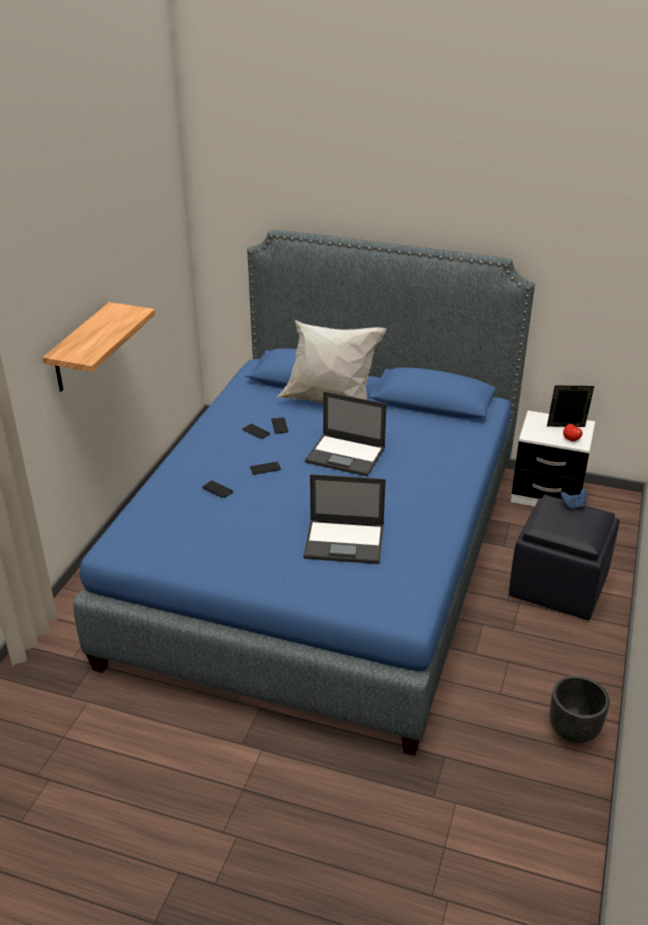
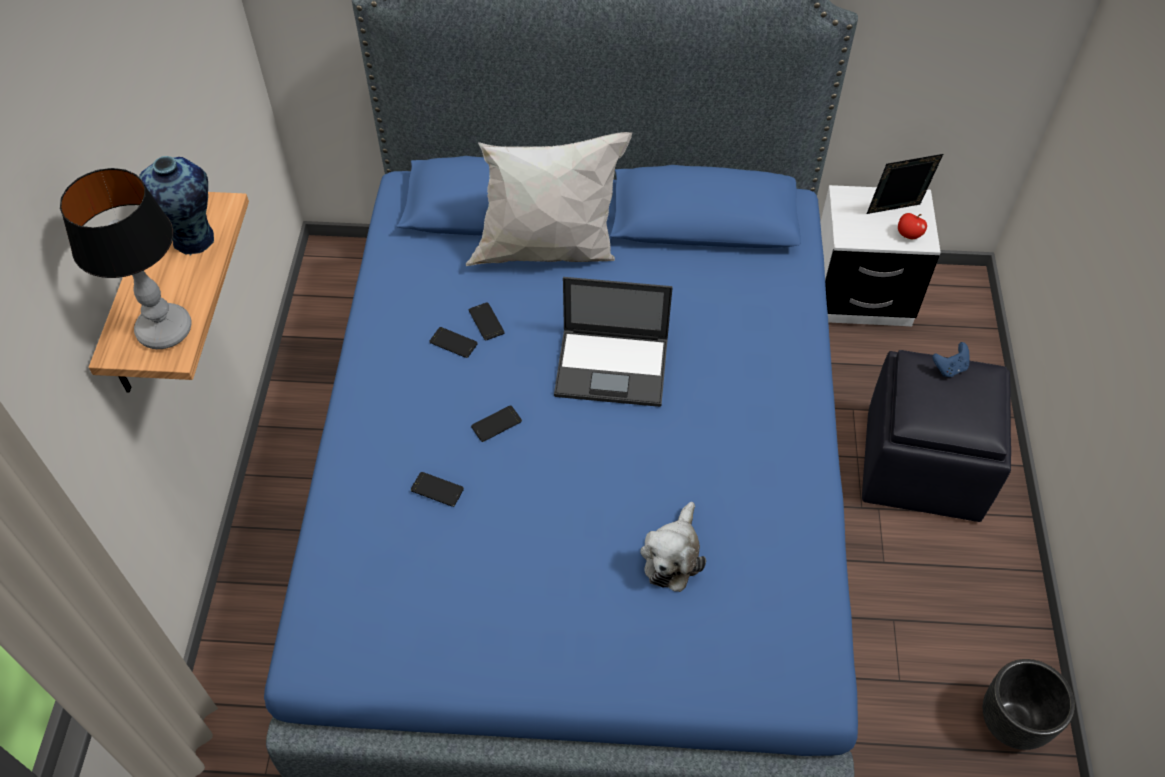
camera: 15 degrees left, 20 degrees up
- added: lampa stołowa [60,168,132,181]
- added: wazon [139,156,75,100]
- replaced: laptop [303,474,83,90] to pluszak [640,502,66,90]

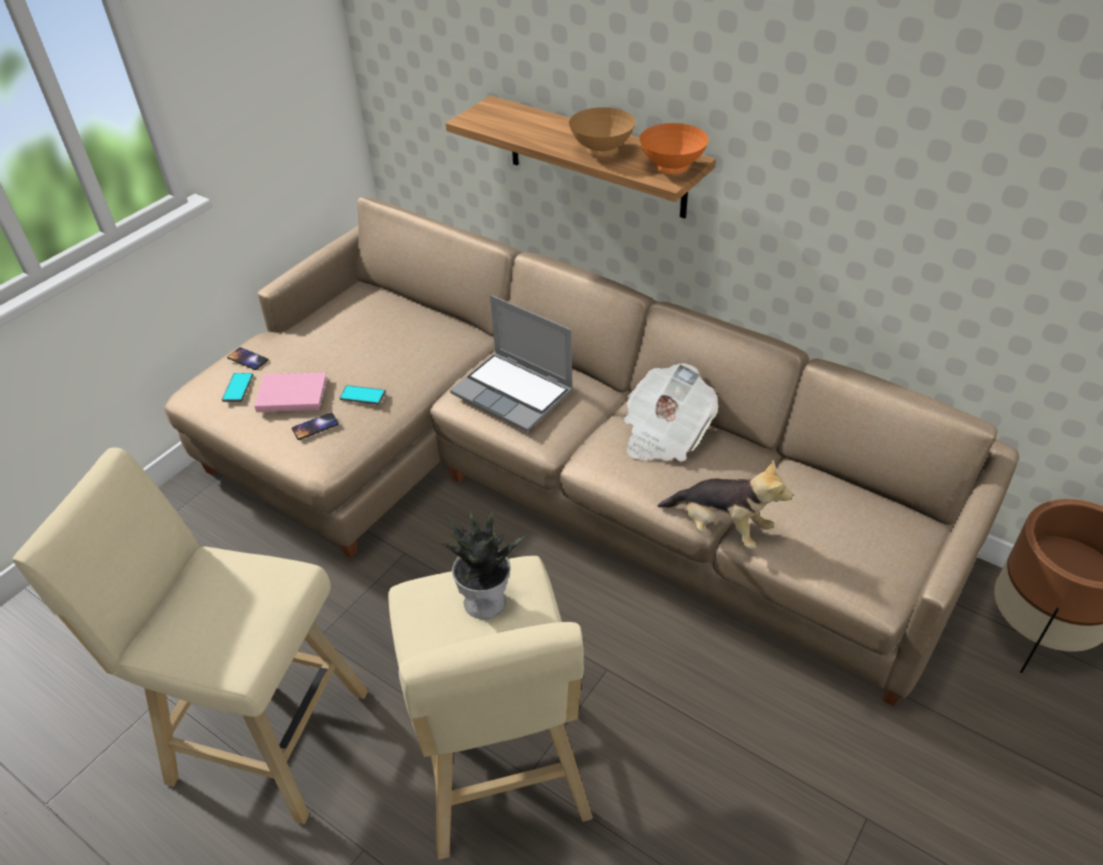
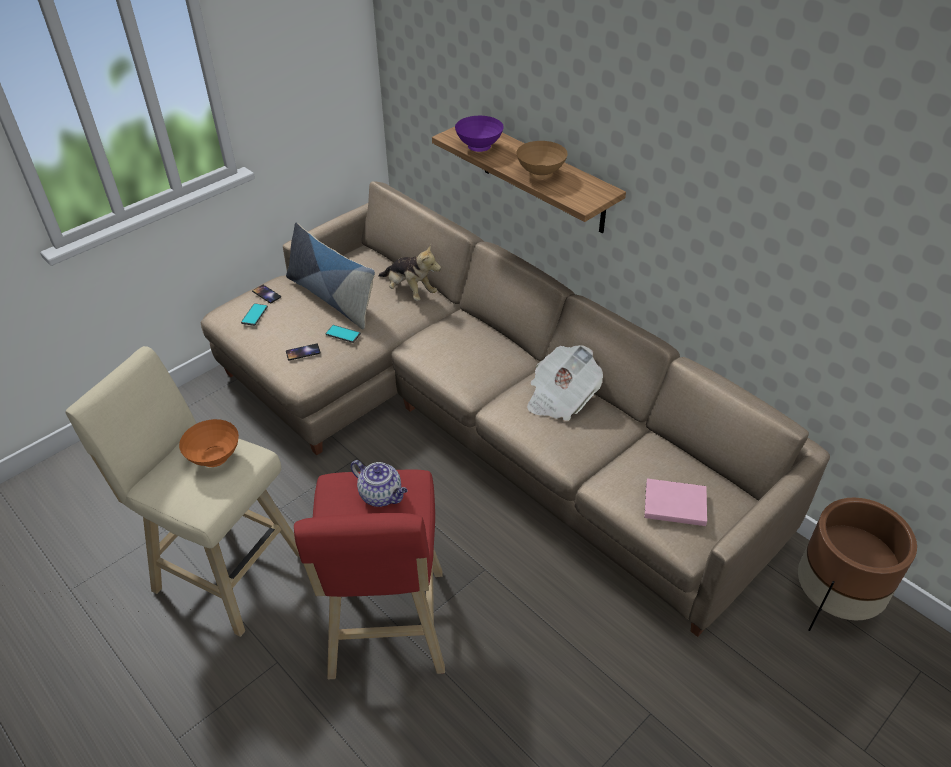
camera: 10 degrees right, 0 degrees up
- moved: miska (pomarańczowy) [640,123,69,51] to [179,419,60,48]
- added: poduszka [286,222,89,107]
- recoloured: stołek (beżowy) [388,556,205,304] to stołek (czerwony) [294,470,151,209]
- replaced: roślina doniczkowa [439,508,90,111] to imbryk [351,460,57,47]
- moved: pluszak [657,459,136,90] to [378,244,63,57]
- added: miska (fioletowy) [455,116,49,36]
- moved: książka (różowy) [254,372,74,40] to [644,479,63,47]
- removed: laptop [450,295,123,137]

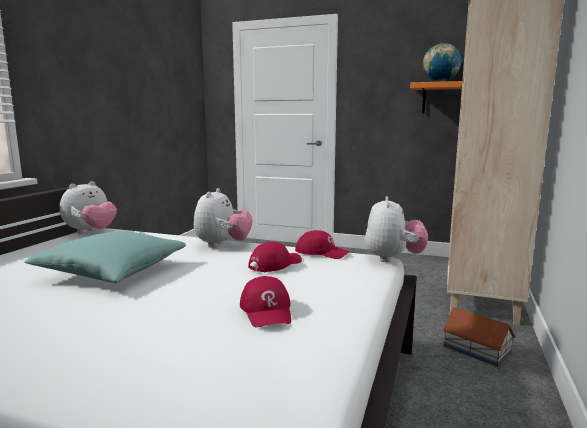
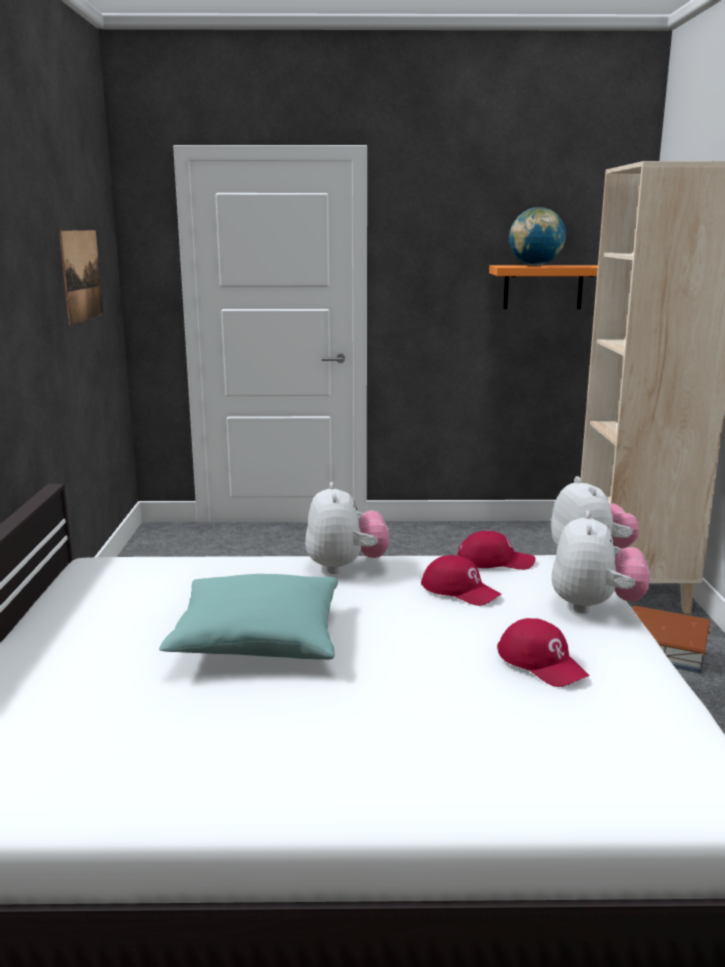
camera: 20 degrees left, 5 degrees up
- added: obraz [59,230,44,95]
- turned: czapka z daszkiem (czerwony) [248,242,54,30] = [421,555,80,51] 105 degrees clockwise
- moved: pluszak [60,181,57,52] to [552,510,98,103]

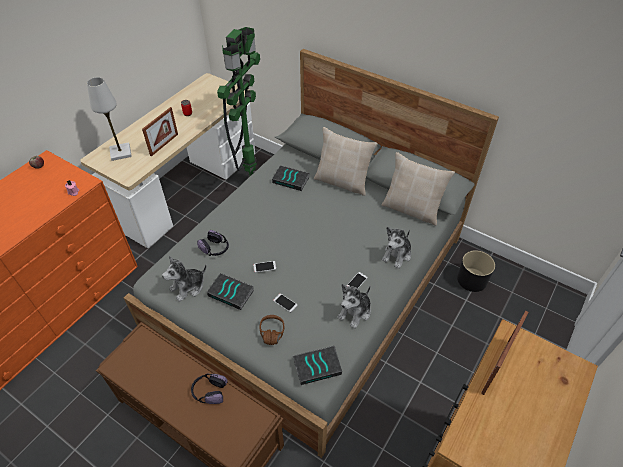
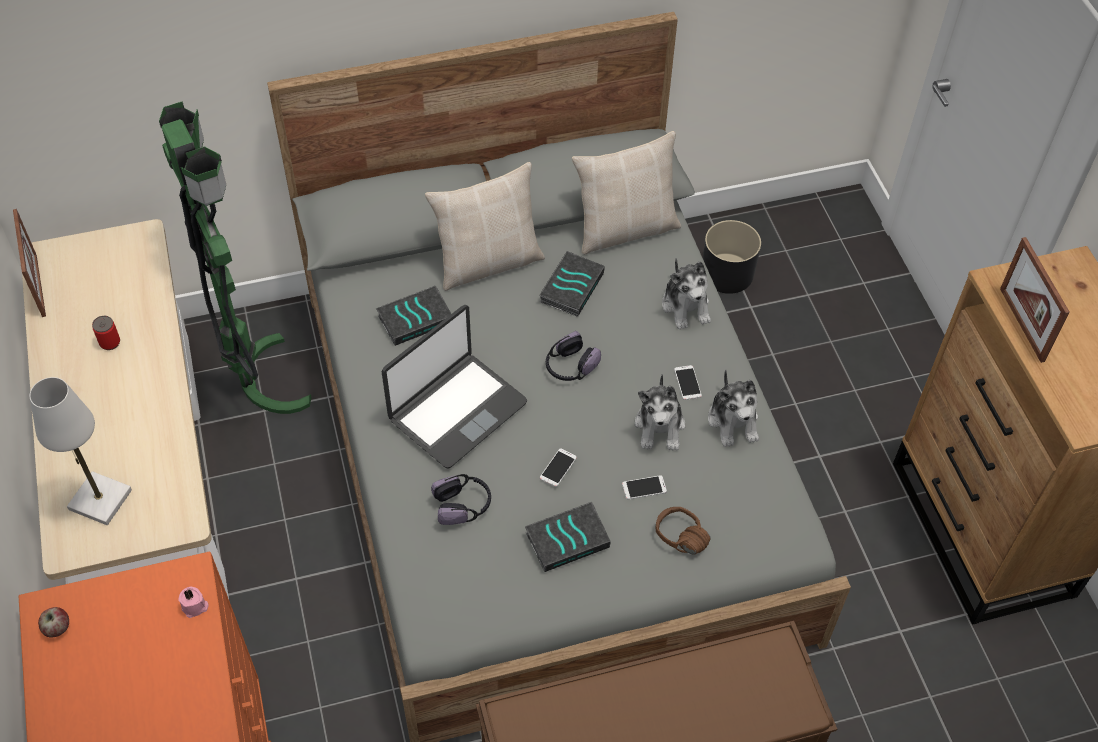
camera: 50 degrees left, 5 degrees up
- moved: ramka na zdjęcie [142,107,36,49] to [13,209,33,108]
- added: laptop [381,305,146,164]
- moved: książka [293,346,49,39] to [540,251,65,66]
- moved: słuchawki [191,374,37,30] to [546,331,55,50]
- moved: pluszak [162,256,45,46] to [634,374,52,77]

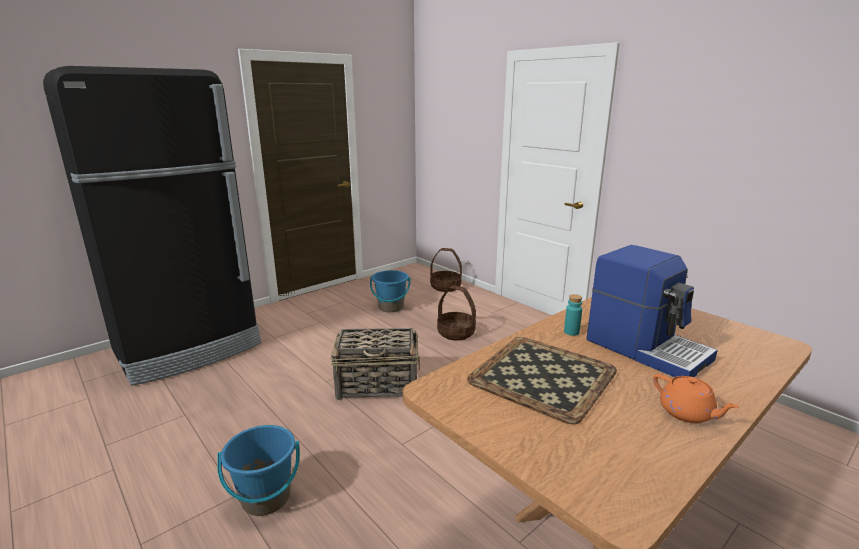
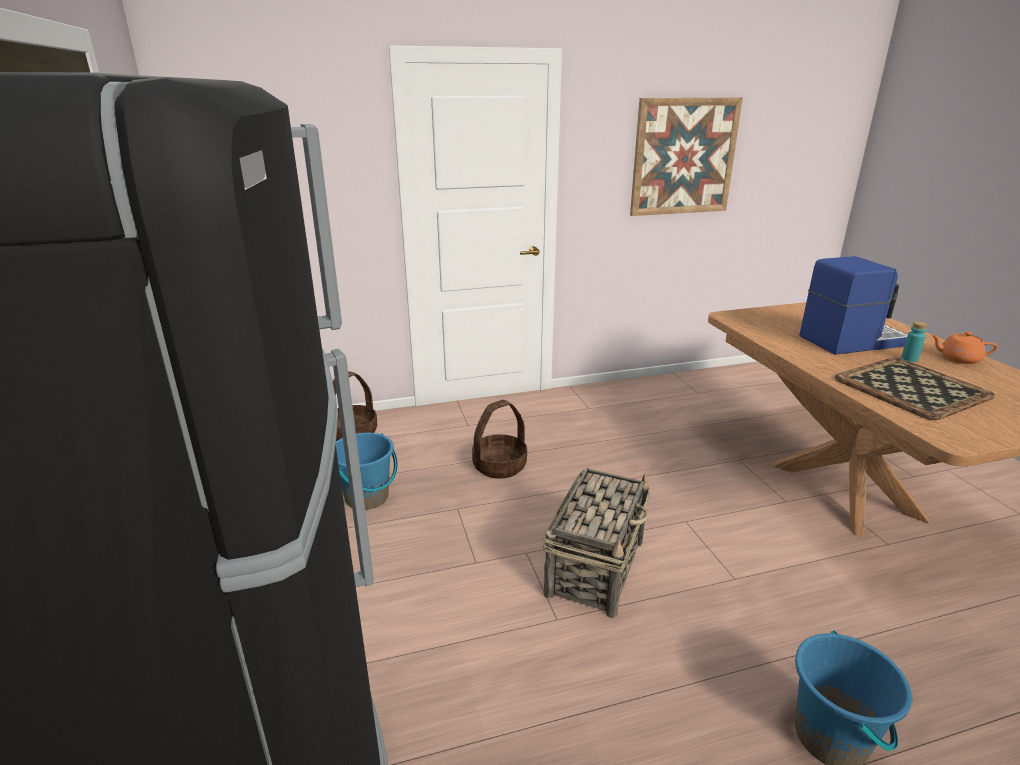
camera: 65 degrees left, 5 degrees up
- added: obraz [630,98,113,118]
- moved: butelka (turkusowy) [564,294,18,42] to [901,321,26,41]
- turned: imbryk (pomarańczowy) [653,374,86,49] = [930,332,68,32] 150 degrees counterclockwise

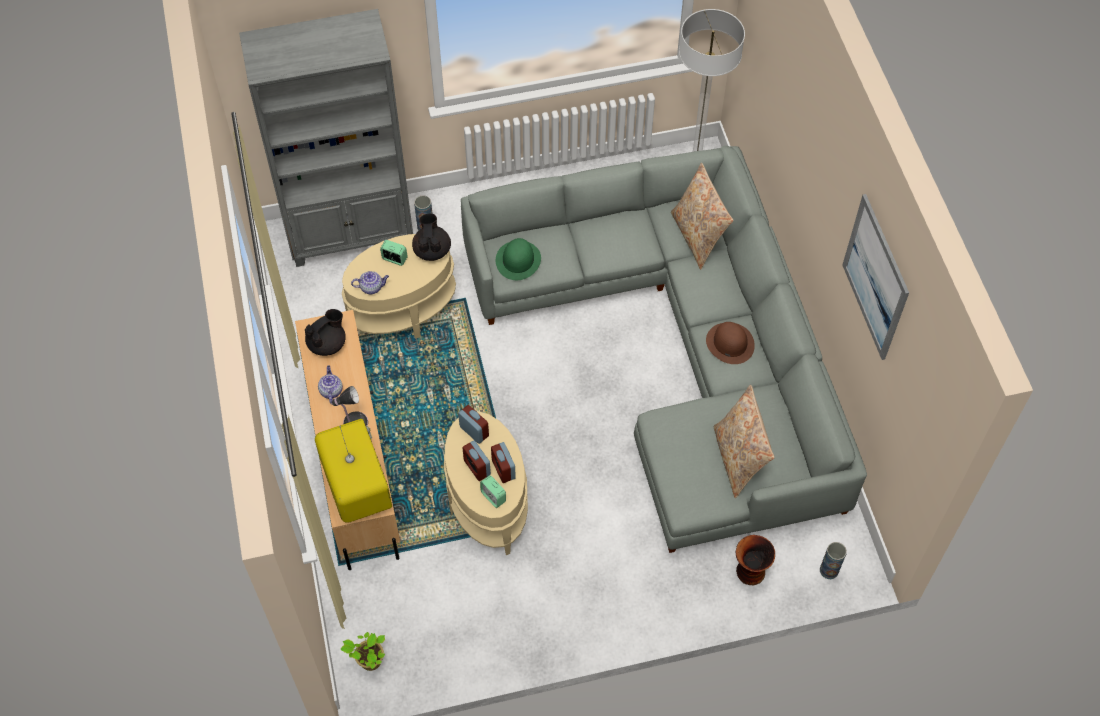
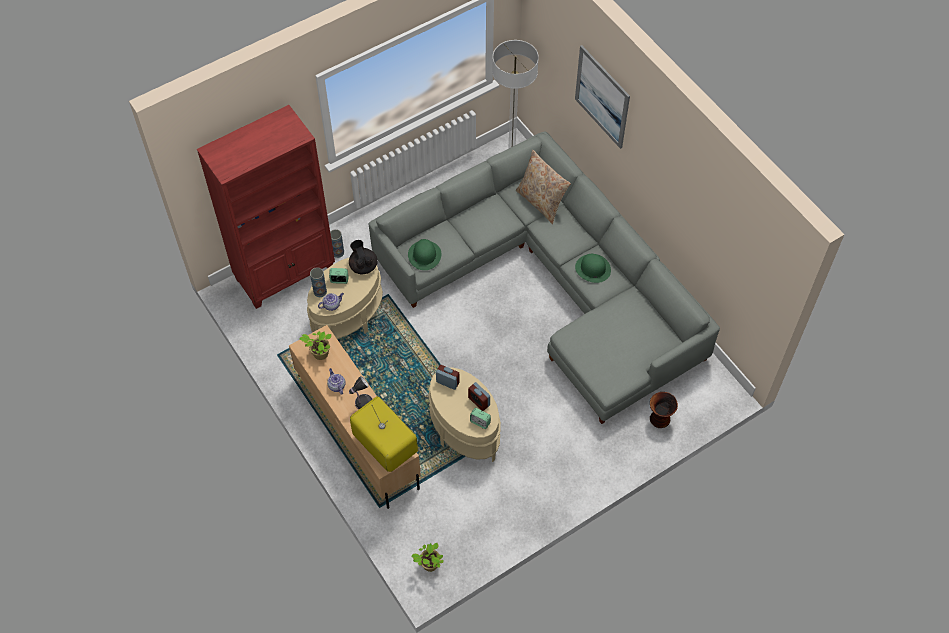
camera: 20 degrees left, 0 degrees up
- recoloured: regał (szary) [239,9,174,258] to regał (czerwony) [197,105,138,204]
- replaced: imbryk (czarny) [305,309,41,47] to roślina doniczkowa [299,331,32,29]
- moved: wazon [820,542,27,37] to [310,267,17,30]
- moved: obraz [842,194,67,166] to [575,45,55,104]
- recoloured: kapelusz (brązowy) [706,322,49,42] to kapelusz (zielony) [575,254,36,29]
- removed: budzik [462,440,29,41]
- removed: poduszka (beżowy) [714,385,60,113]

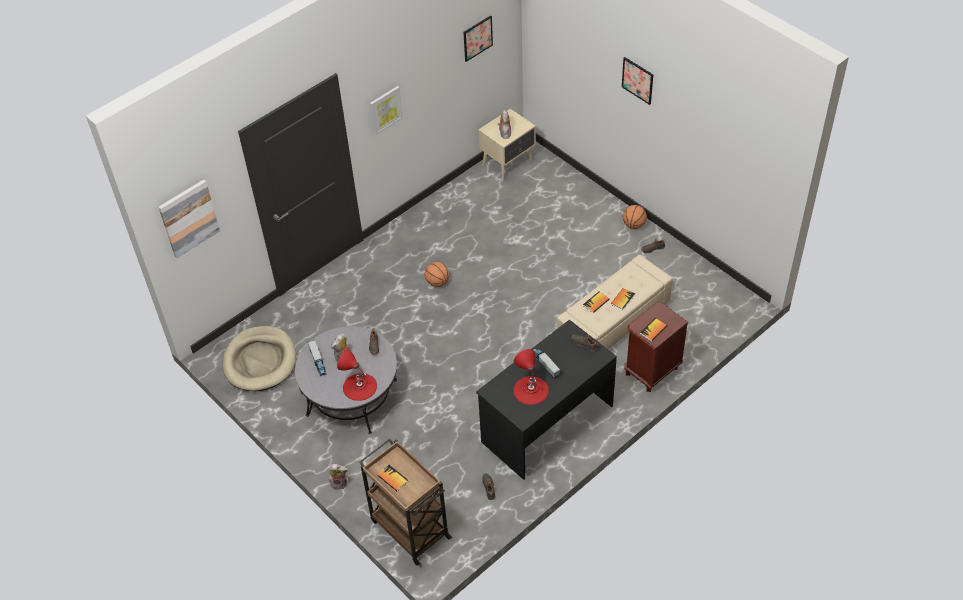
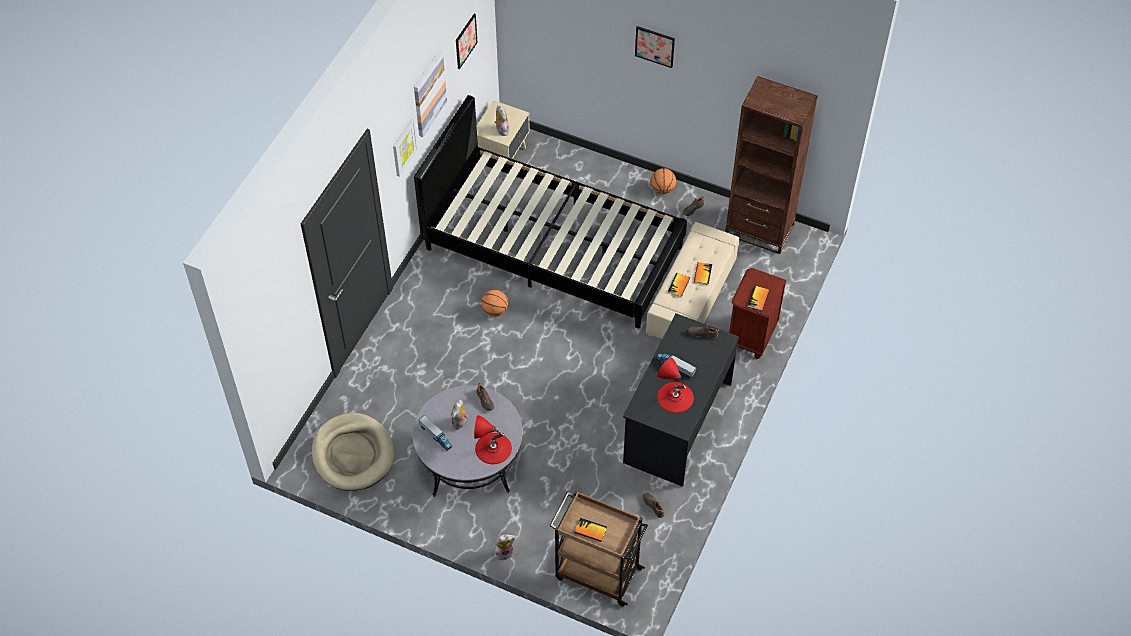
camera: 25 degrees left, 5 degrees up
- moved: obraz [158,179,62,79] to [414,50,33,87]
- added: łóżko (czarny) [414,95,273,233]
- added: regał (brązowy) [725,76,93,178]

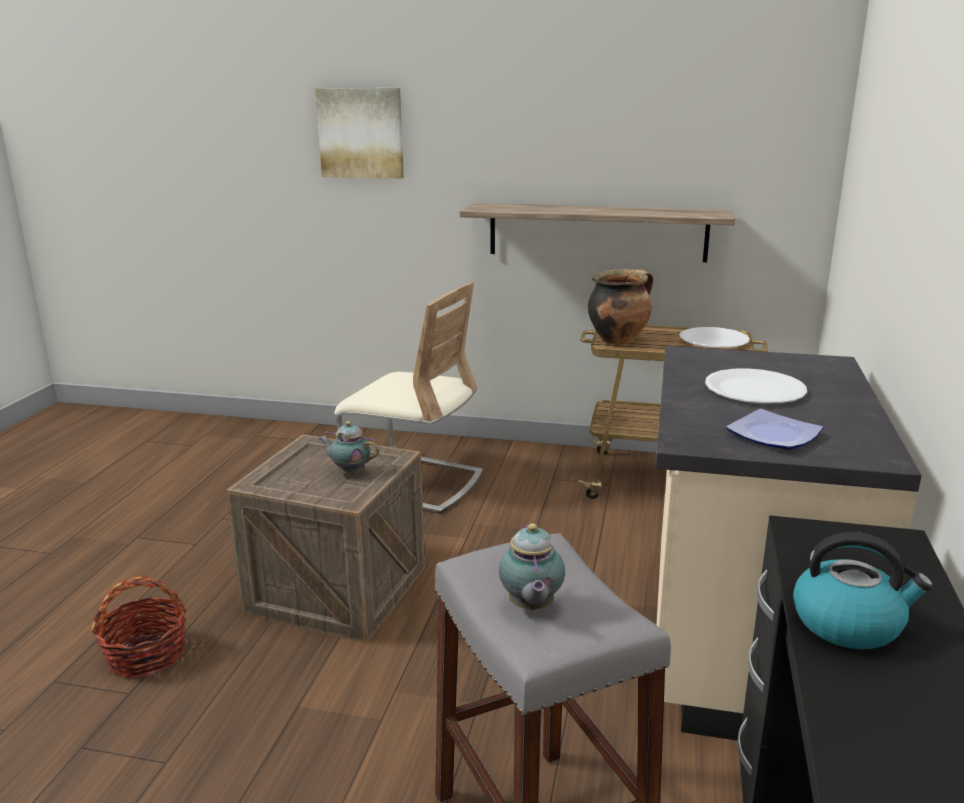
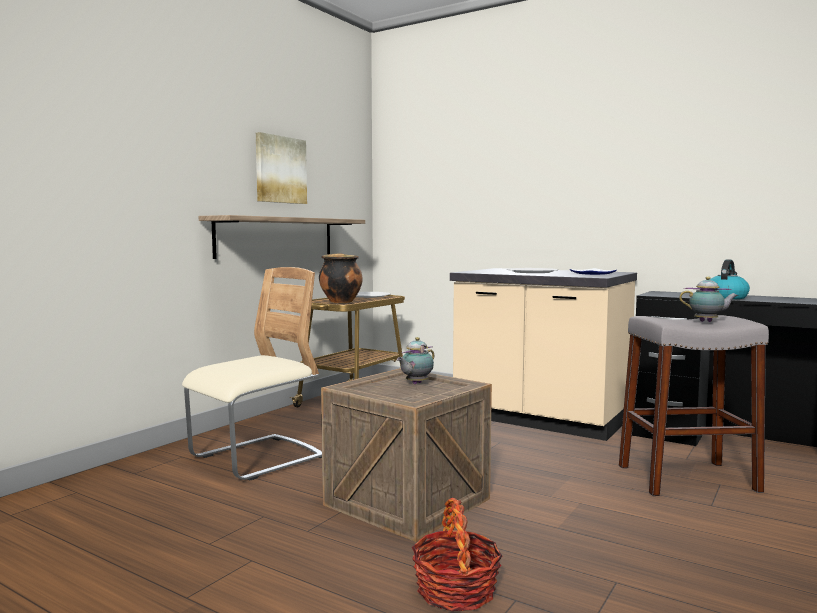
camera: 70 degrees left, 15 degrees down
- moved: obraz [315,88,89,91] to [256,132,51,72]

